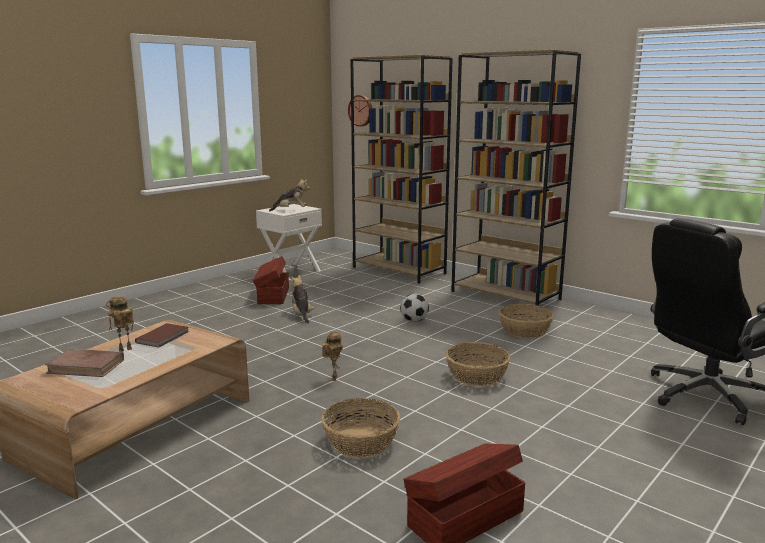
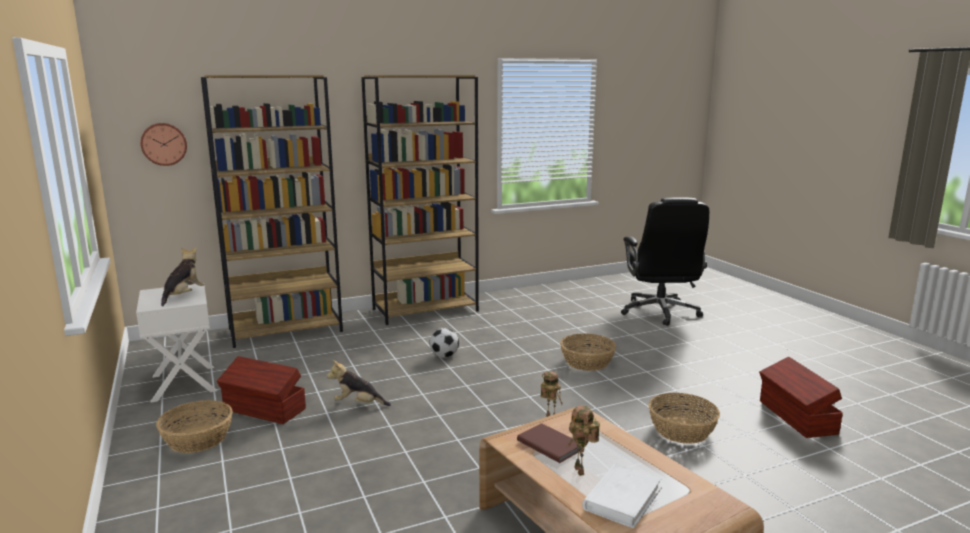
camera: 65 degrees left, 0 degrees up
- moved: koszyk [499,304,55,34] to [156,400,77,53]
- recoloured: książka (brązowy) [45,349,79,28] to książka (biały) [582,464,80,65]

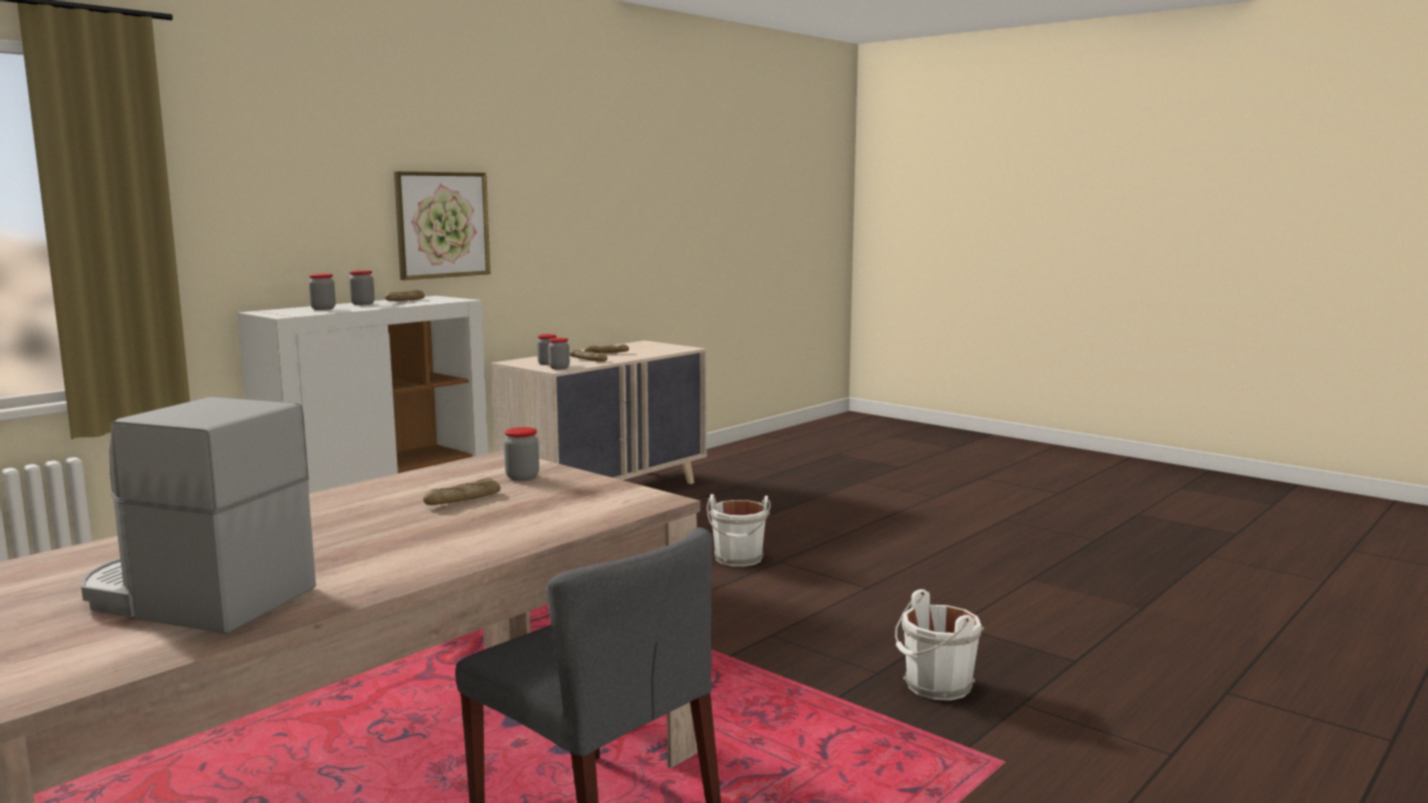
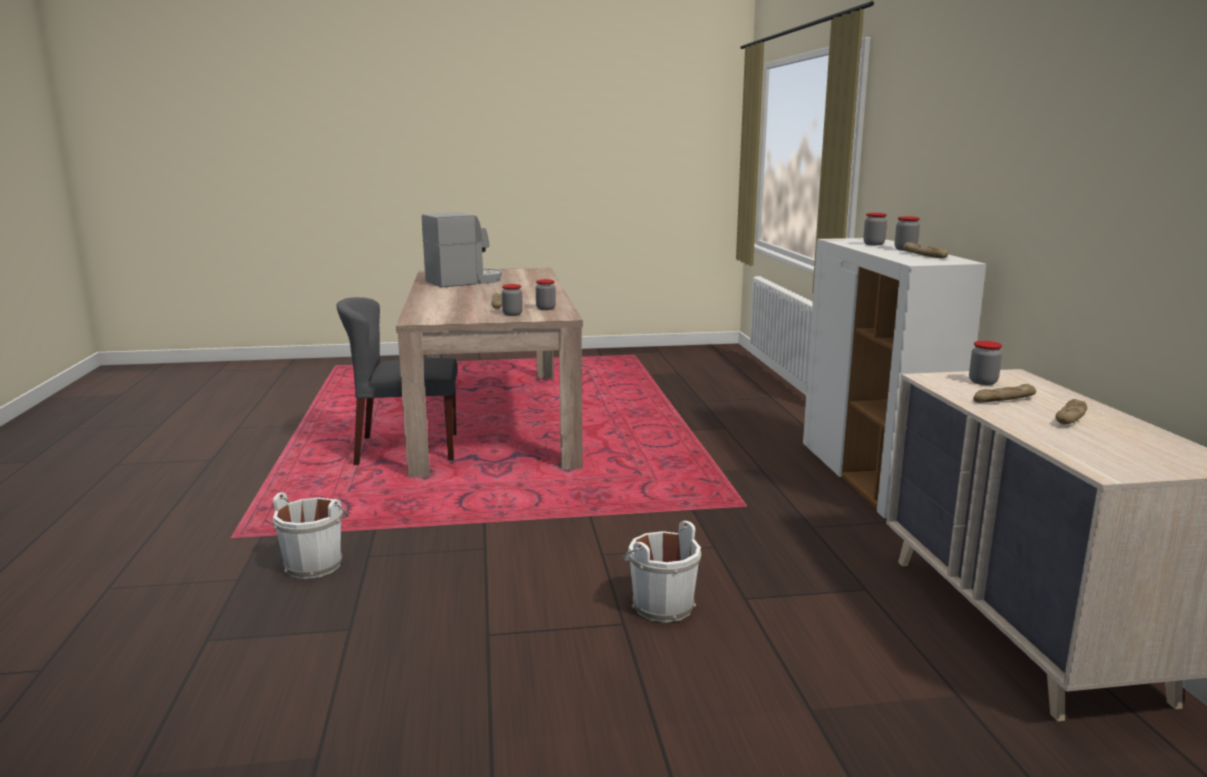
camera: 130 degrees right, 5 degrees up
- moved: słoik [548,338,22,32] to [536,279,20,31]
- removed: obraz [394,171,96,109]

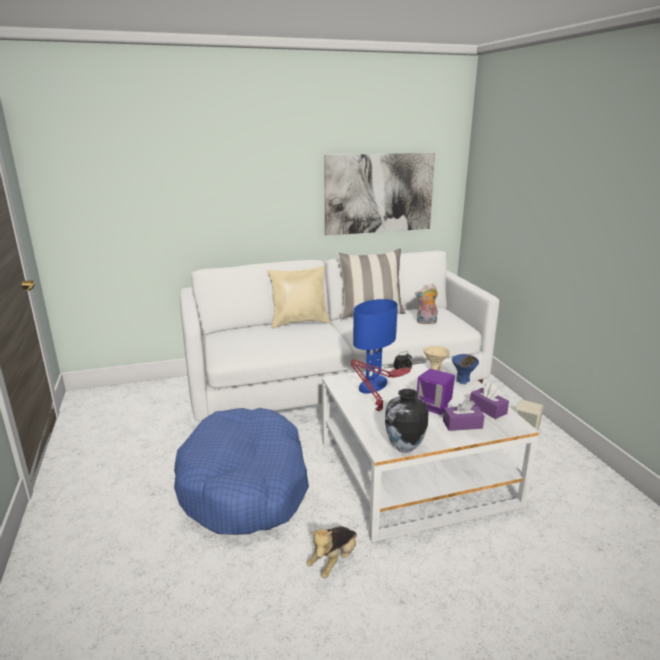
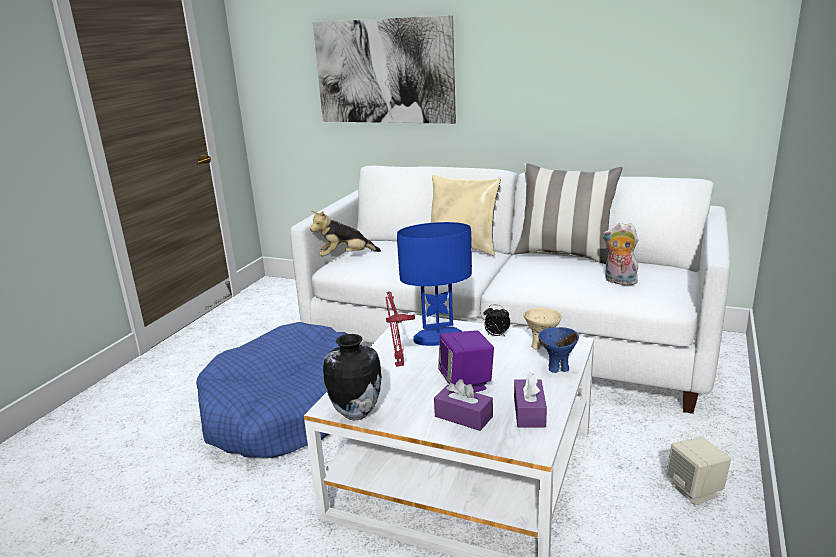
camera: 40 degrees right, 0 degrees up
- moved: pluszak [307,526,50,52] to [310,211,71,45]
- moved: obraz [325,153,110,82] to [313,15,143,109]

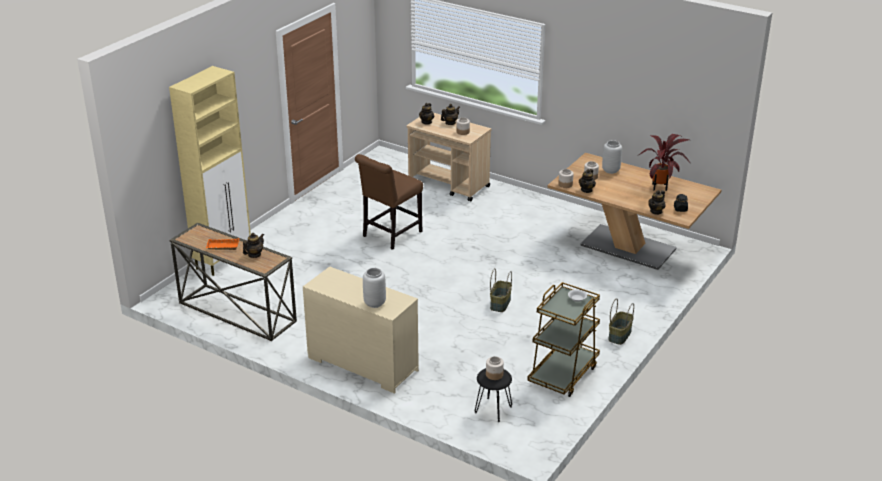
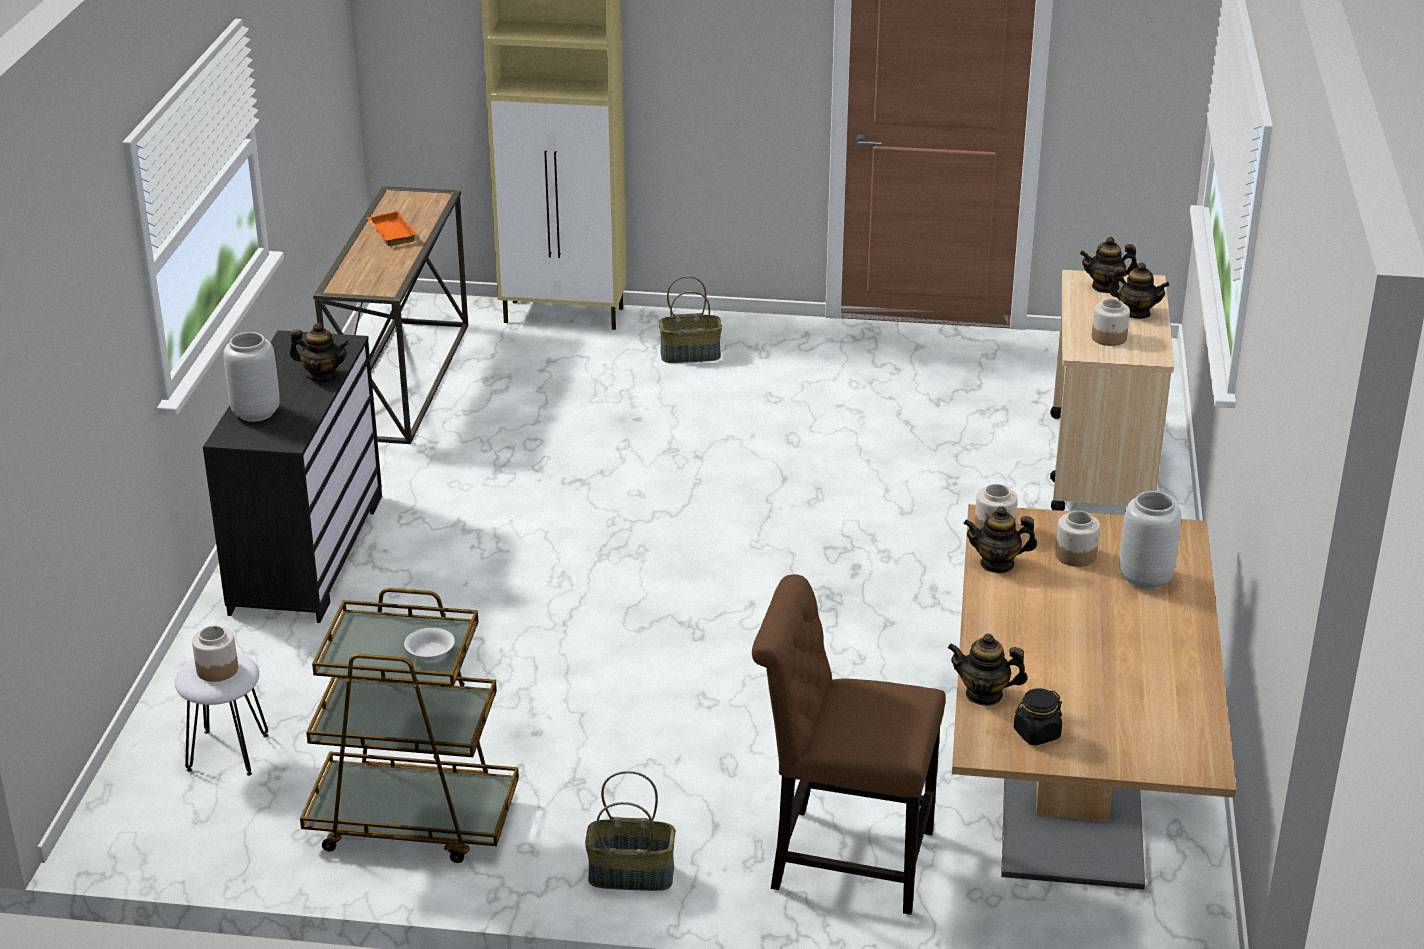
camera: 65 degrees right, 0 degrees up
- recoloured: stołek (czarny) [475,368,37,54] to stołek (biały) [175,653,94,123]
- recoloured: komoda (beżowy) [303,266,116,128] to komoda (czarny) [203,330,179,293]
- moved: imbryk [243,233,21,25] to [290,323,59,59]
- moved: koszyk [490,268,22,44] to [659,276,63,87]
- moved: krzesło (brązowy) [355,154,68,96] to [752,574,194,341]
- removed: roślina doniczkowa [637,134,54,57]

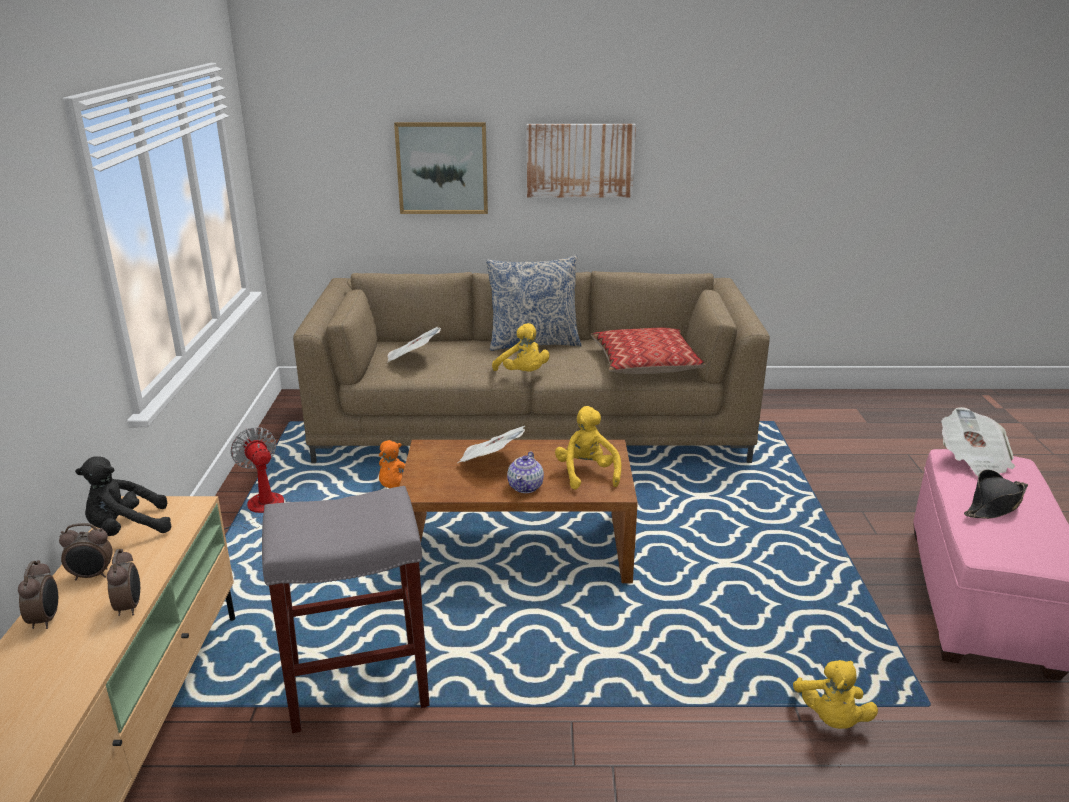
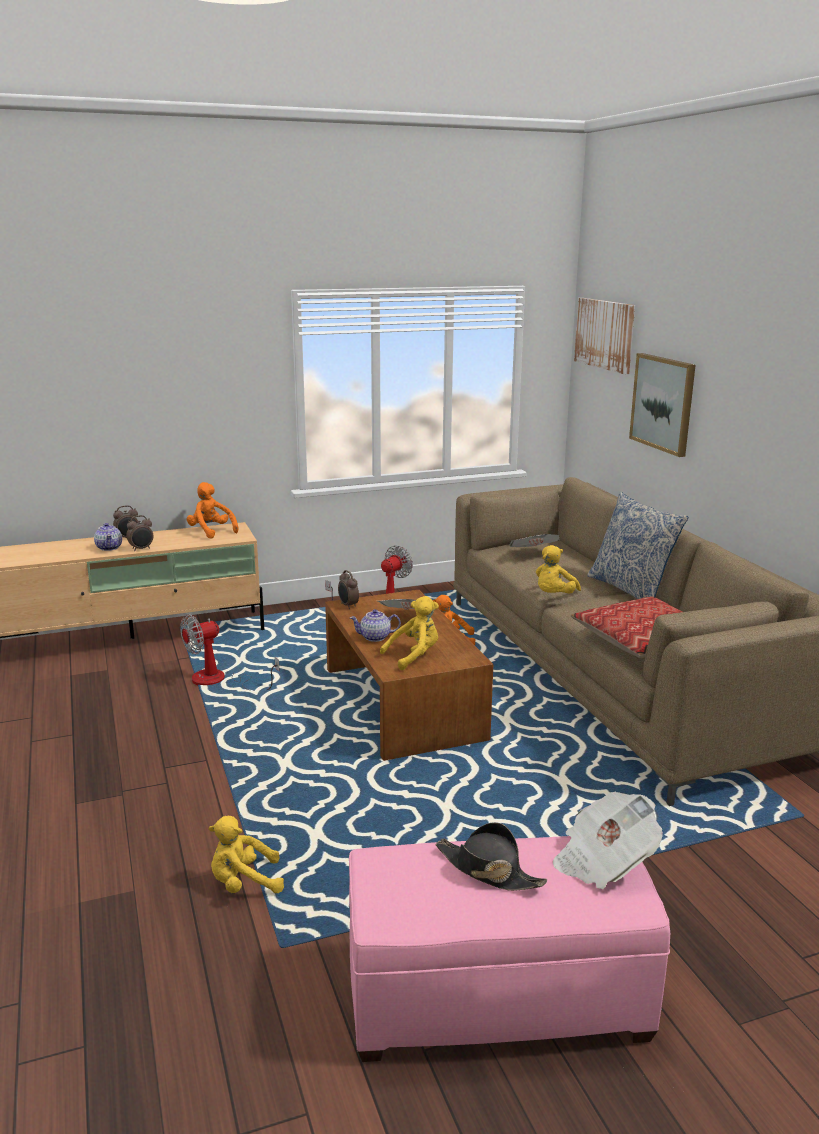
camera: 70 degrees right, 5 degrees down
- added: imbryk [94,523,28,28]
- replaced: stołek (szary) [262,486,168,247] to wentylator [180,614,100,77]
- recoloured: pluszak (czarny) [75,457,97,79] to pluszak (pomarańczowy) [187,482,52,57]
- moved: budzik [59,523,54,57] to [338,570,21,39]
- moved: obraz [527,124,109,73] to [574,298,61,76]

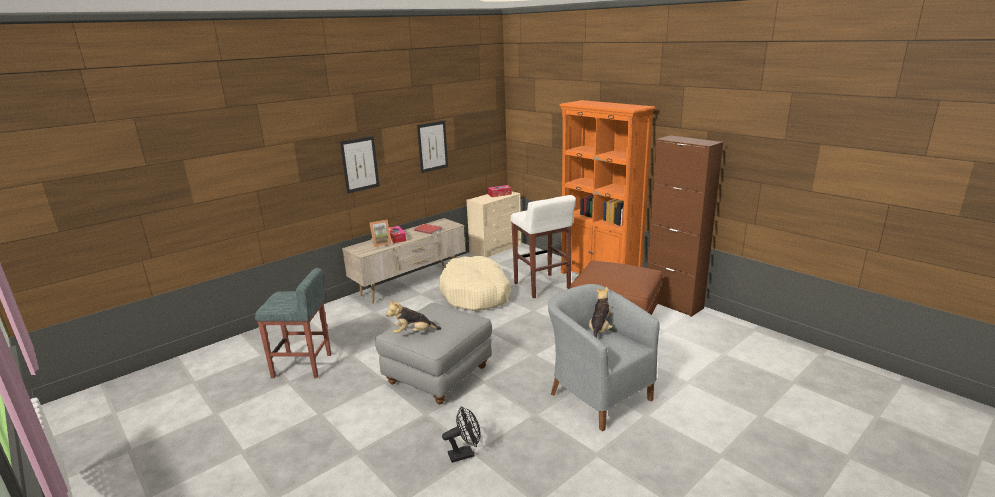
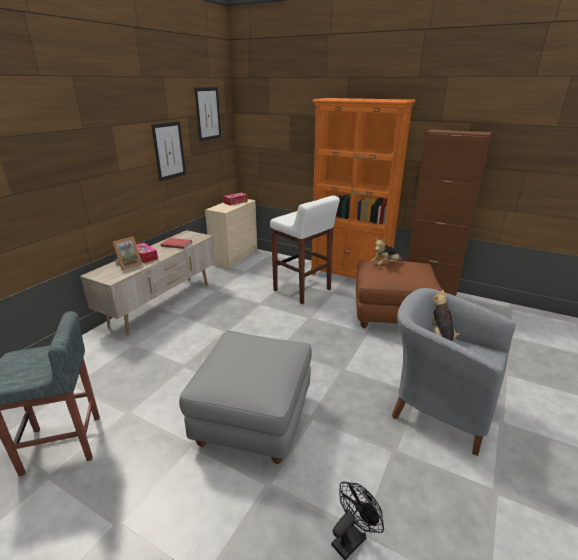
camera: 20 degrees left, 5 degrees up
- moved: obraz [340,136,39,58] to [194,87,27,54]
- moved: pluszak [386,300,55,34] to [371,238,31,27]
- removed: legowisko (beżowy) [439,256,73,55]

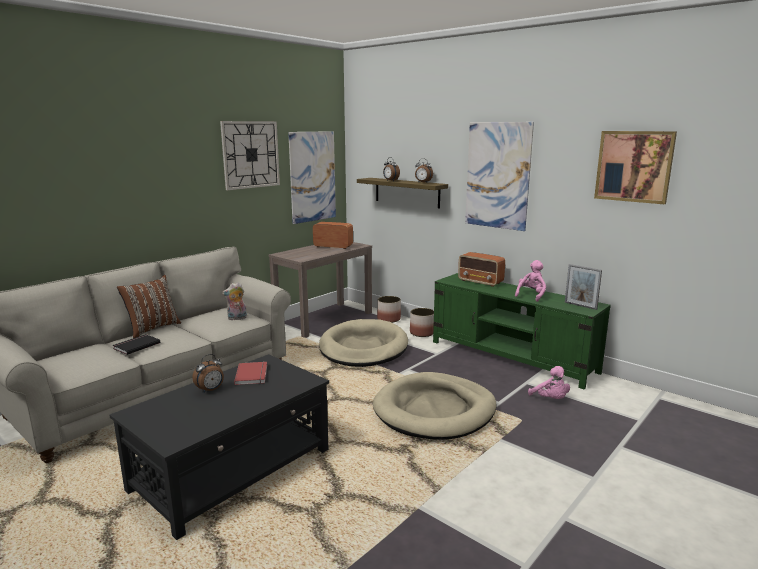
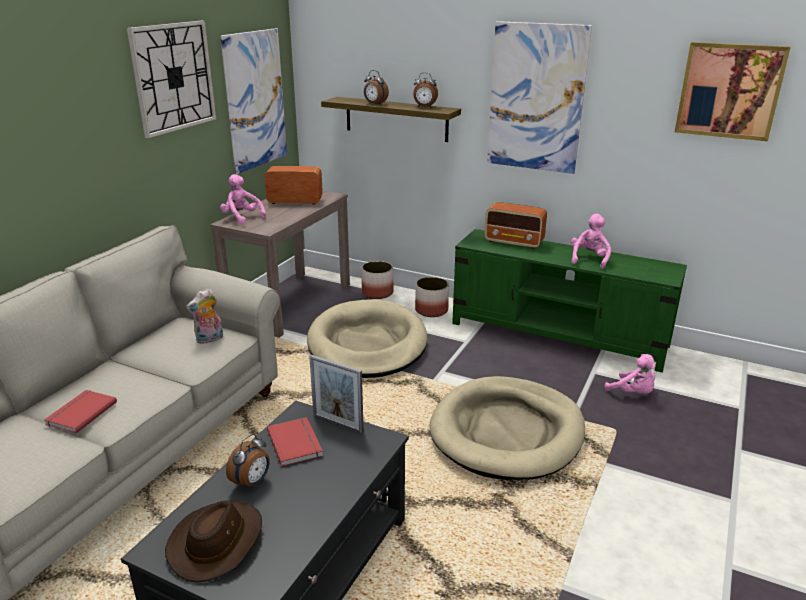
camera: 15 degrees left, 10 degrees up
- recoloured: książka (czarny) [112,334,48,21] to książka (czerwony) [44,390,73,43]
- added: kapelusz (brązowy) [165,500,97,82]
- added: pluszak (różowy) [220,174,46,51]
- moved: ramka na zdjęcie [565,264,37,46] to [309,355,55,79]
- removed: poduszka (brązowy) [117,275,64,63]

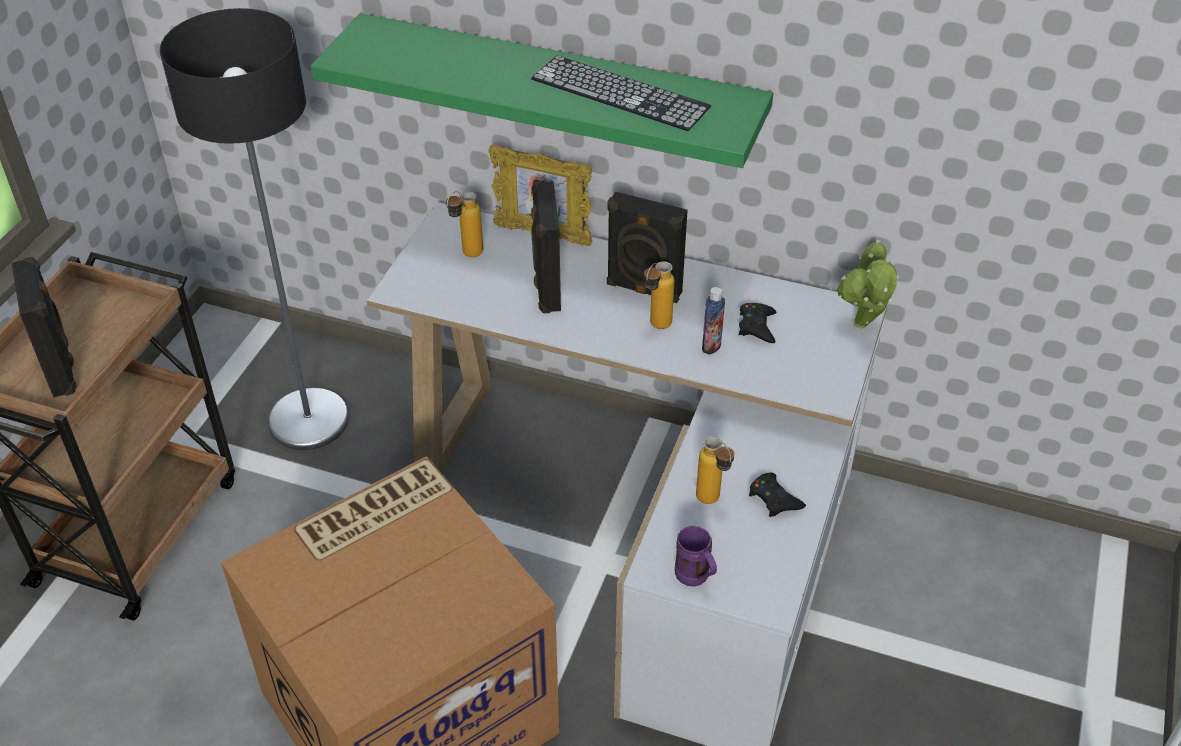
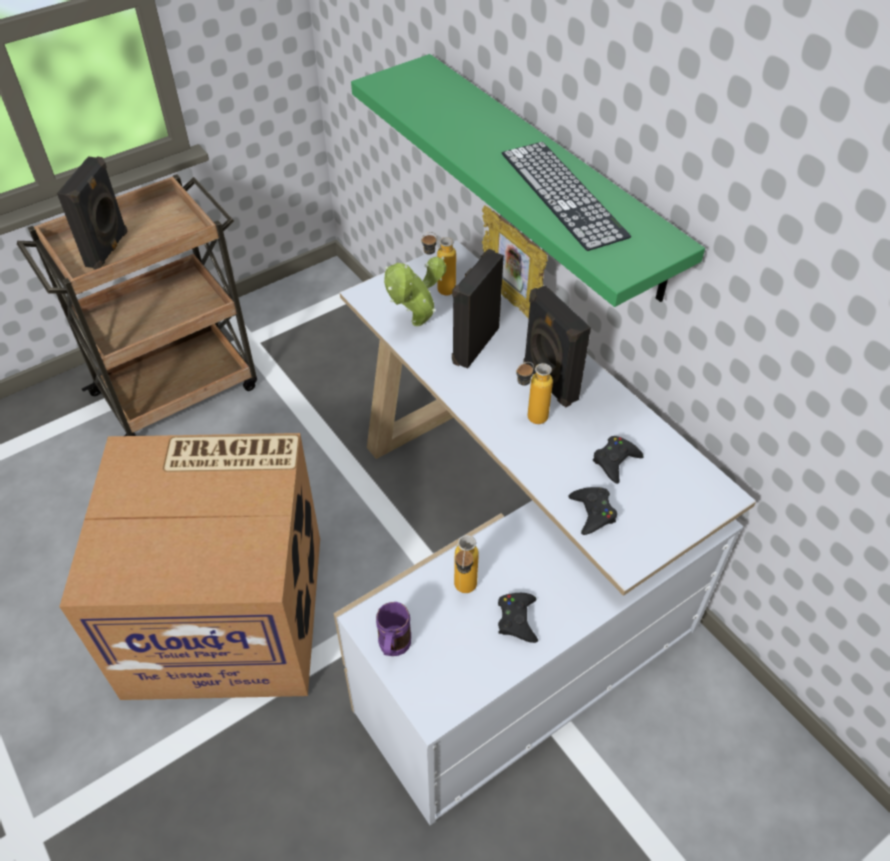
camera: 35 degrees right, 5 degrees up
- moved: roślina doniczkowa [837,240,62,89] to [384,256,62,70]
- added: pad do gier (czarny) [568,487,49,48]
- removed: lampa stojąca [160,8,189,442]
- removed: butelka [702,287,23,68]

